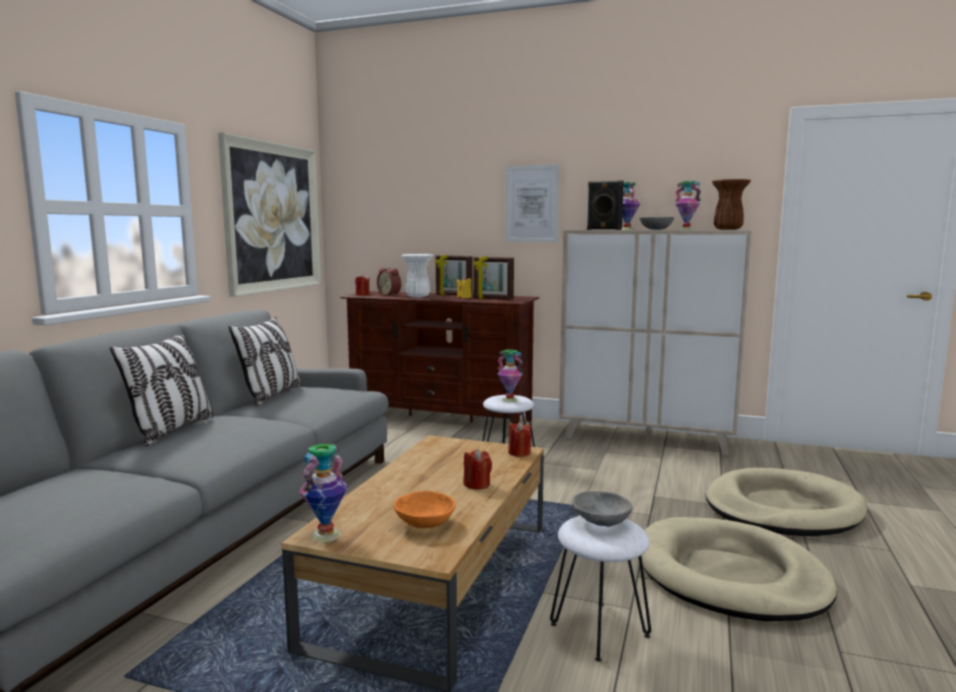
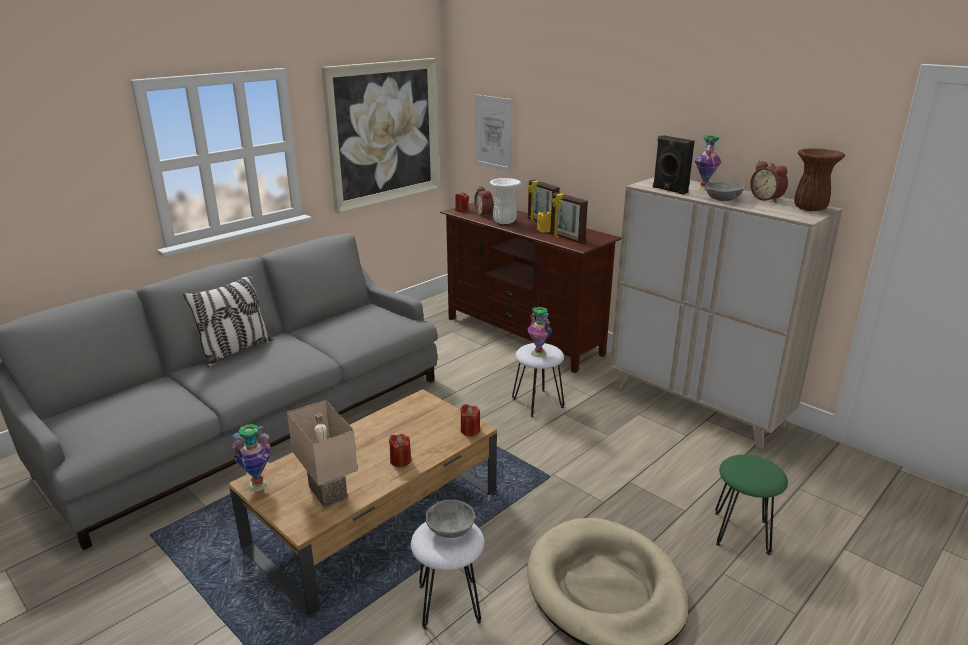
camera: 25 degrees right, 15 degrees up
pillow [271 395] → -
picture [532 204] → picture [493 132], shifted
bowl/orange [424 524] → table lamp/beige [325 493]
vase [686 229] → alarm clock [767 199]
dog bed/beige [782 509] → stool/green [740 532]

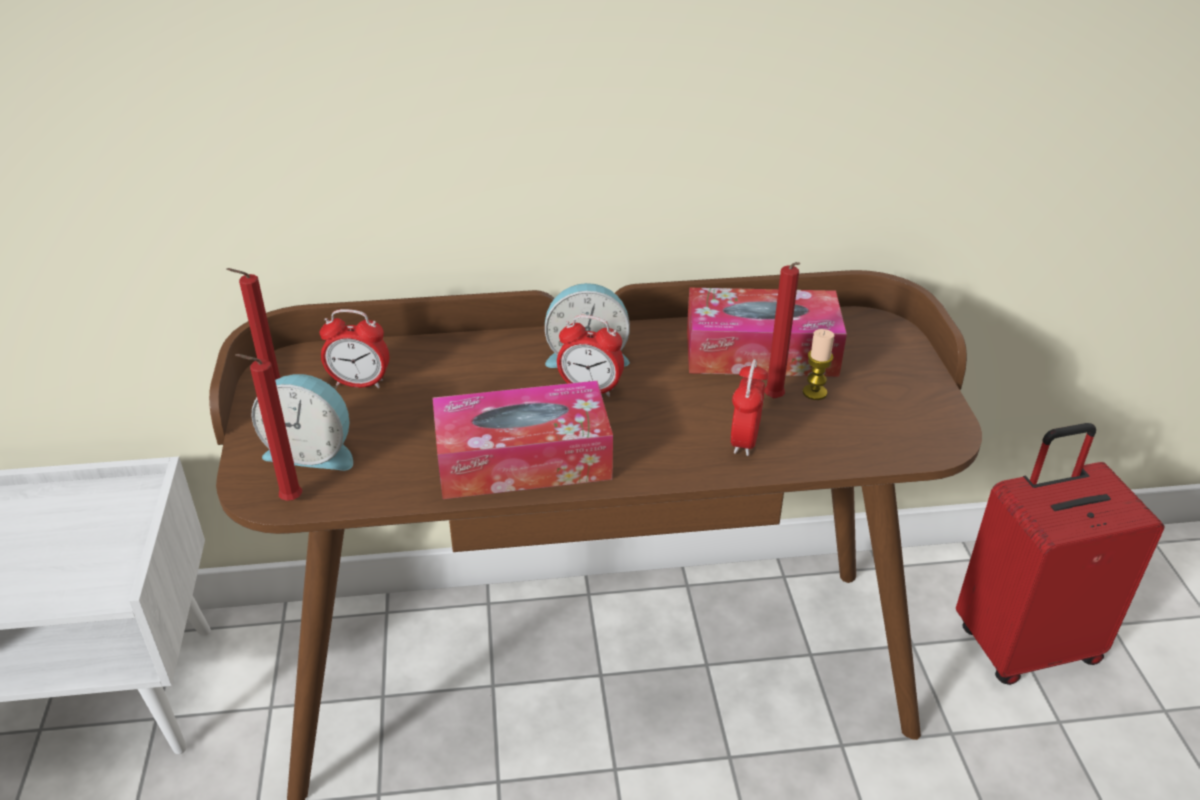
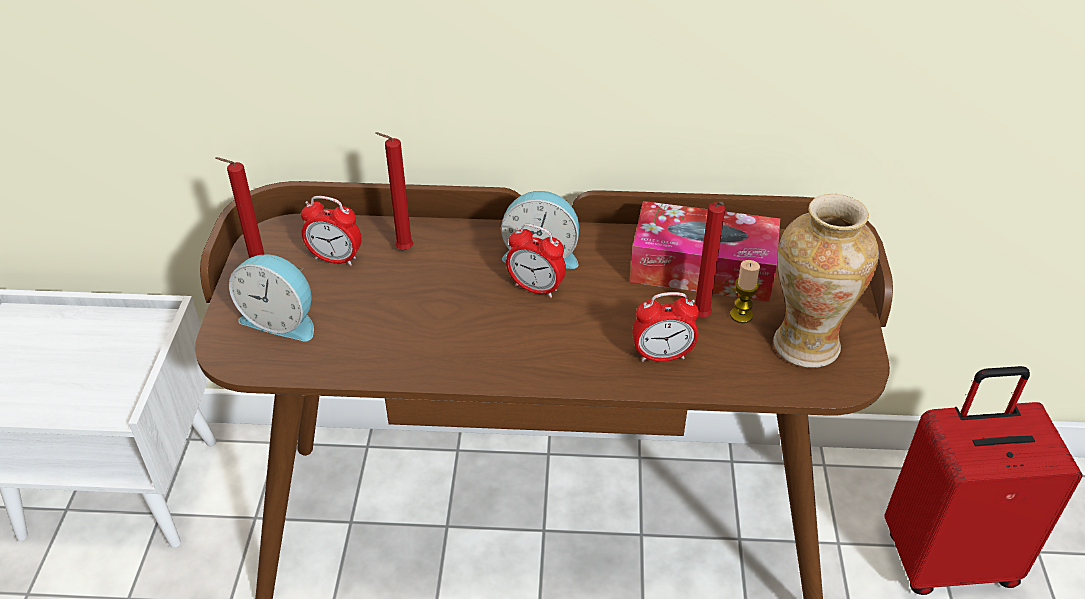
camera: 10 degrees right, 5 degrees up
tissue box [523 460] → -
- → vase [806 343]
candle/red [288 501] → candle/red [402 250], shifted
alarm clock [744 440] → alarm clock [662 356], 120 degrees counterclockwise

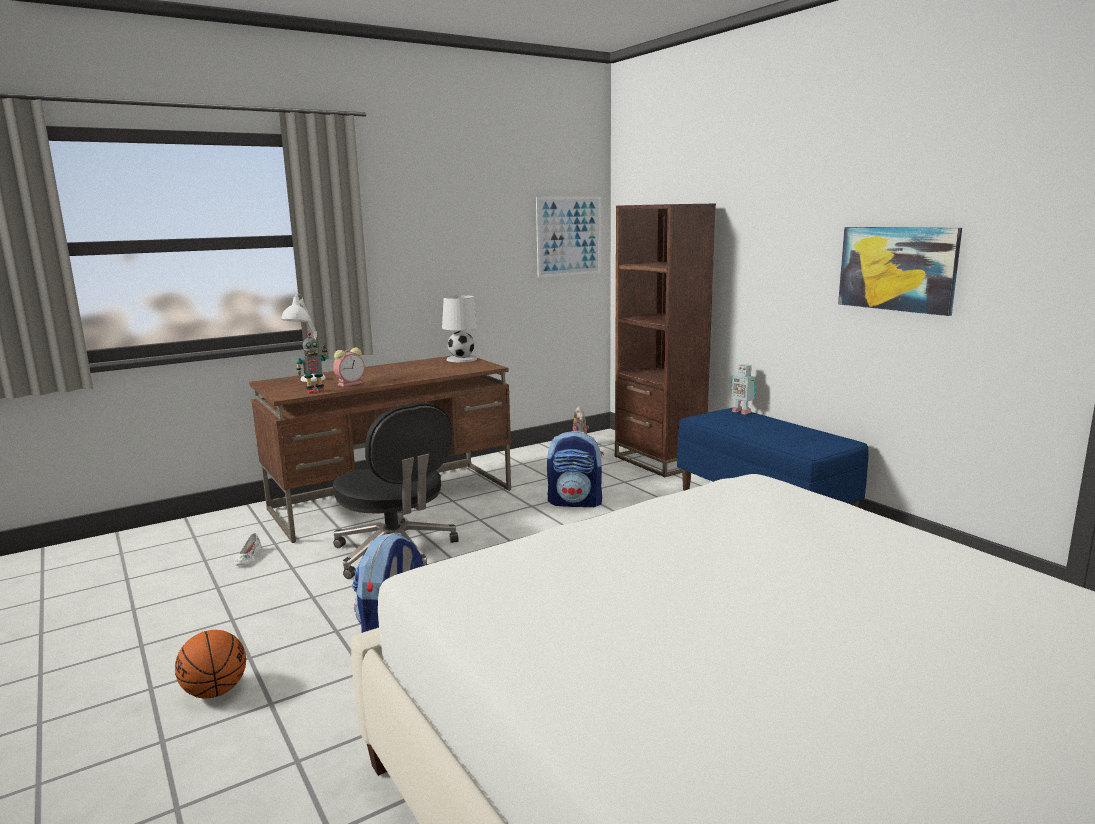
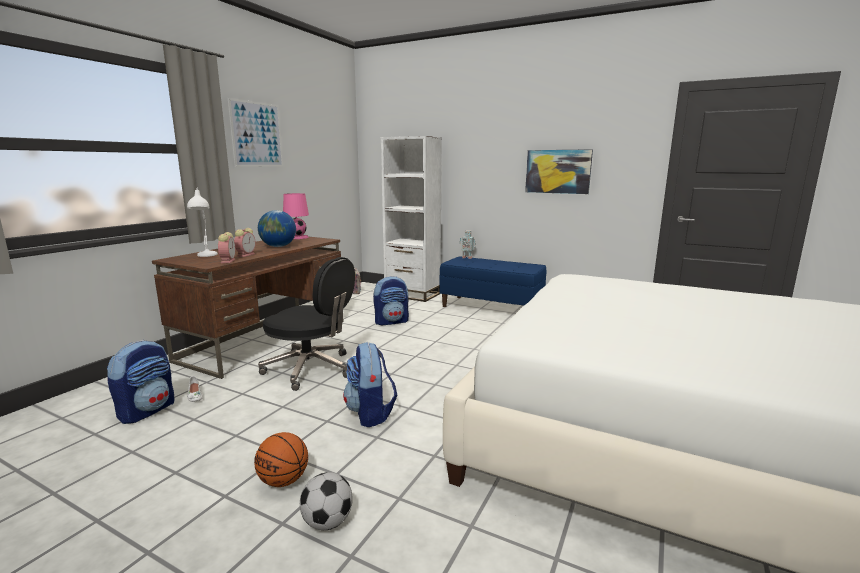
camera: 30 degrees left, 0 degrees up
- → backpack [147 410]
- → globe [278 246]
- → football [328 522]
picture [569 236] → picture [257 134], shifted
toy robot [315 391] → alarm clock [228 261]
table lamp/white [461 359] → table lamp/pink [297 237]
bookcase/brown [659 461] → bookcase/white [412 294]

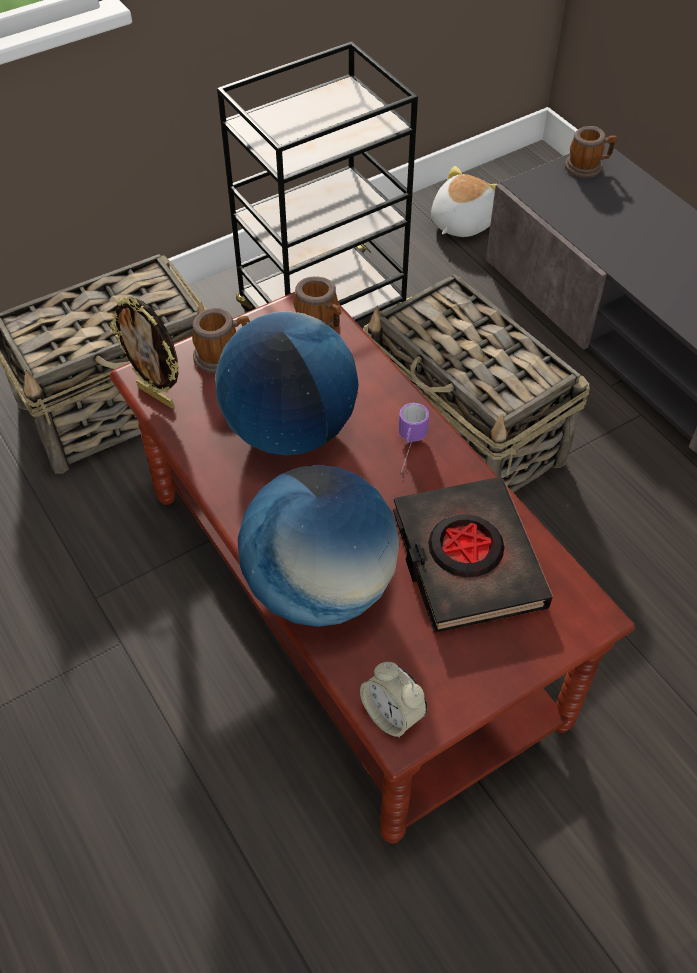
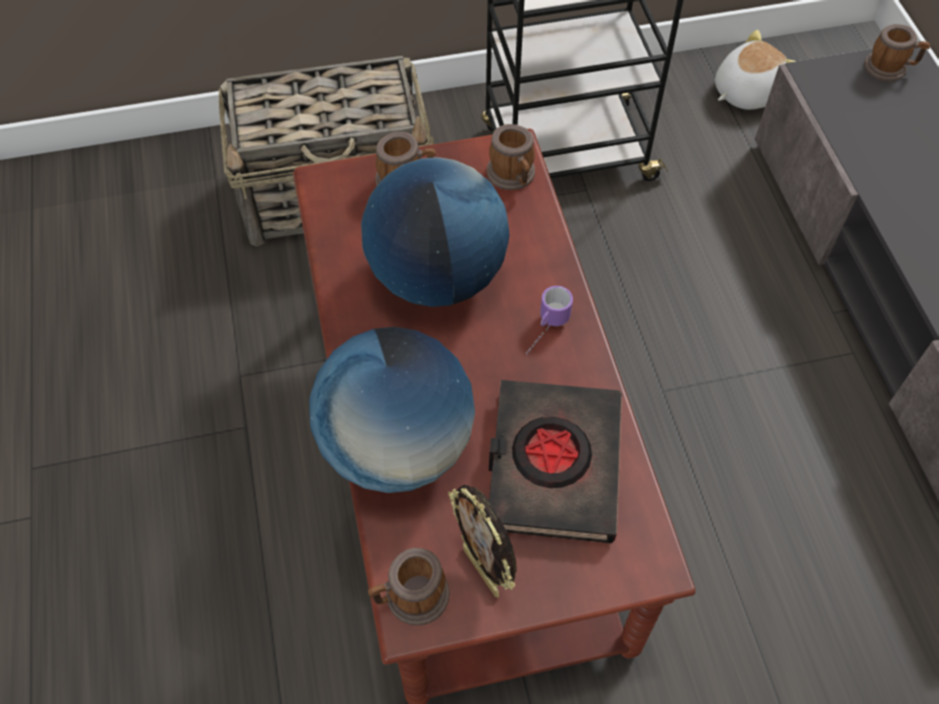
camera: 20 degrees right, 5 degrees up
basket [465 435] → -
picture frame [157 396] → picture frame [483 571], shifted
alarm clock [392 714] → mug [410 598]

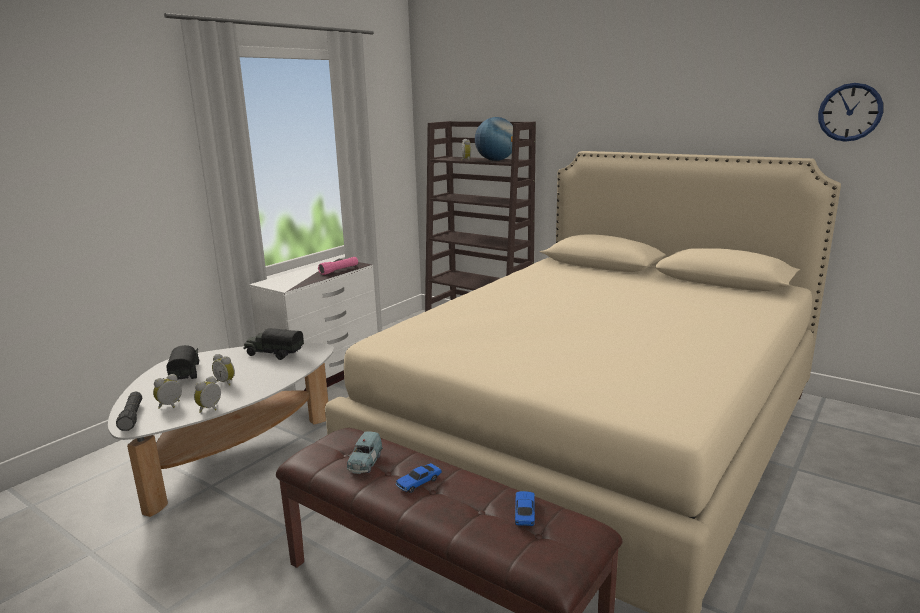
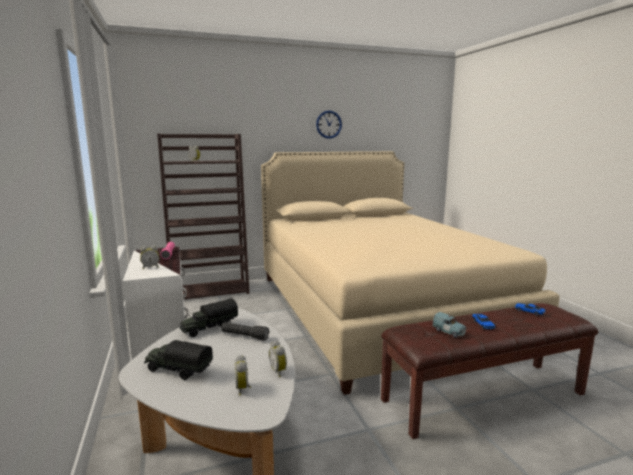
camera: 55 degrees left, 5 degrees down
globe [496 160] → -
flashlight/black [132 417] → flashlight/black [245 336], shifted
alarm clock [226 382] → alarm clock [150 267], shifted
wall clock [850 112] → wall clock [328 124], shifted

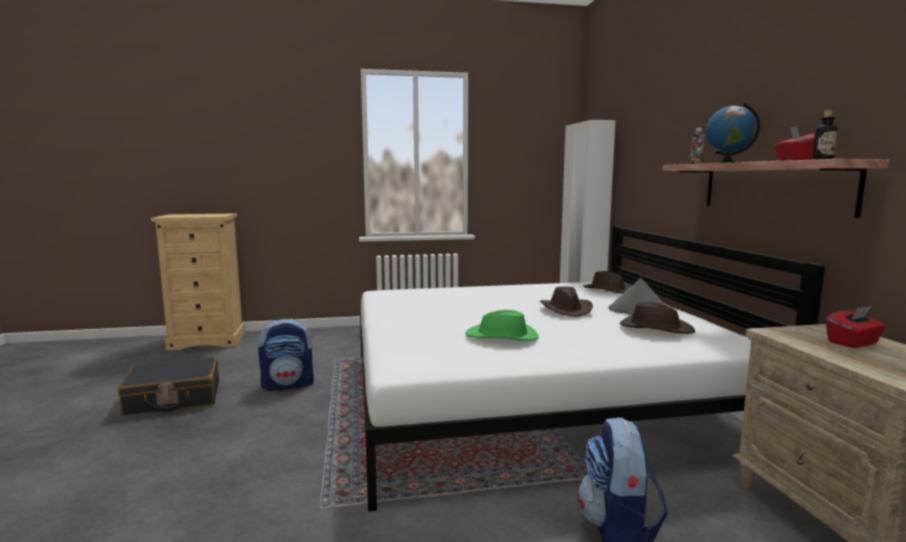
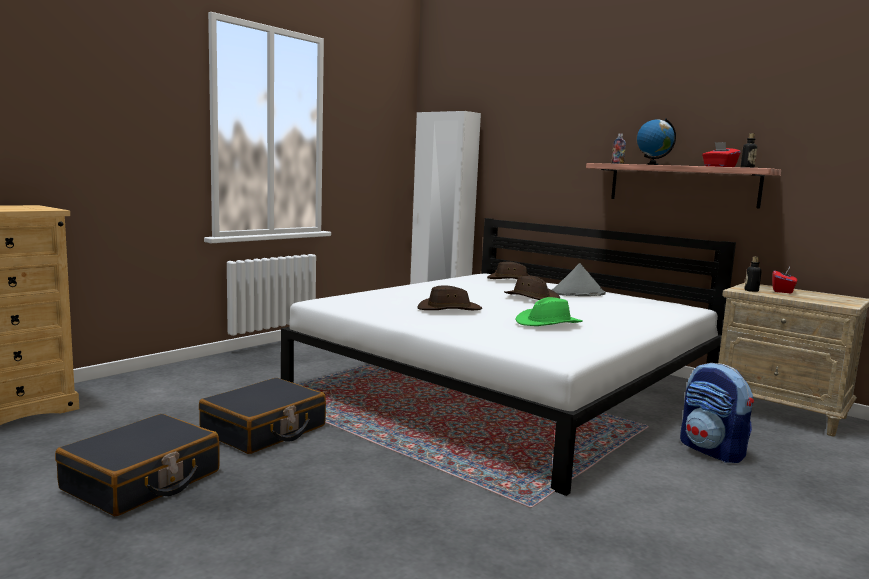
camera: 40 degrees left, 0 degrees up
- → bottle [751 290]
hat/brown [655 328] → hat/brown [449 309], shifted
backpack [288 385] → suitcase/black [264 430]

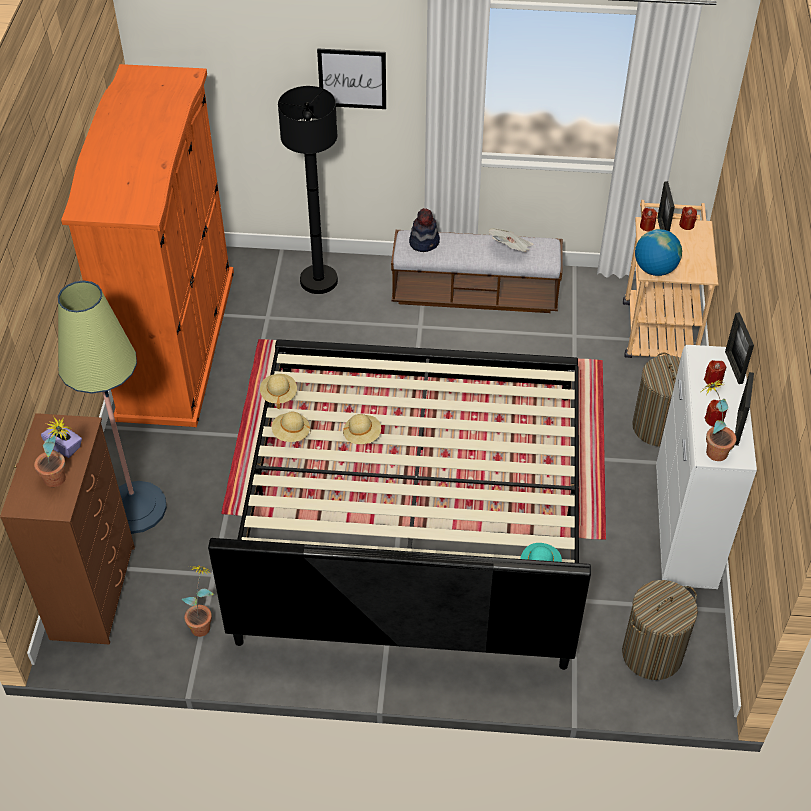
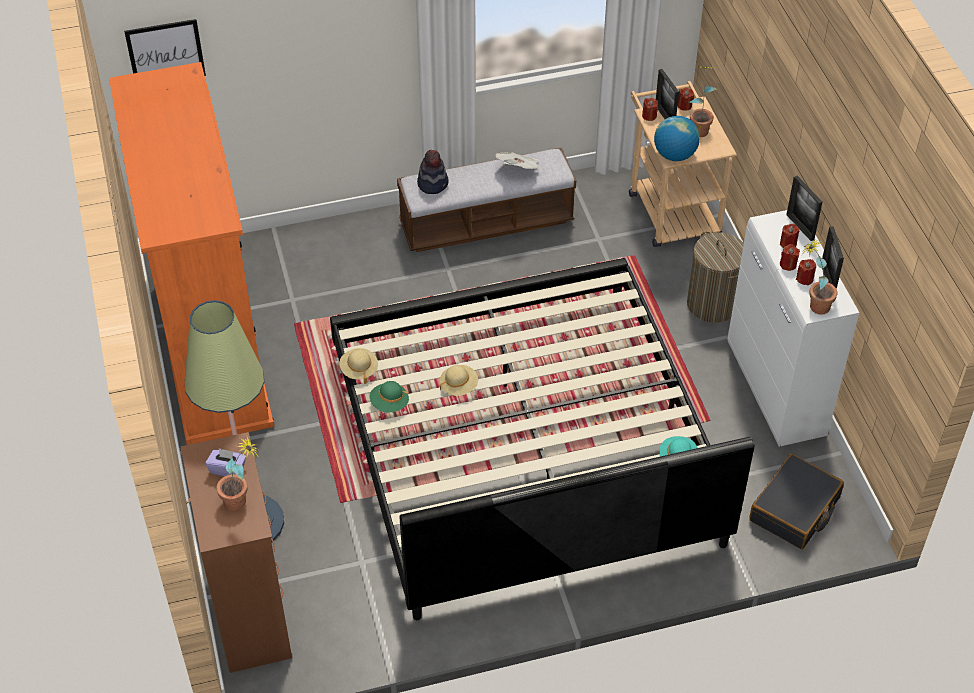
camera: 20 degrees left, 0 degrees up
floor lamp/black [318 280] → -
- → candle/red [788 264]
potted plant [203 623] → potted plant [699 127], shifted
picture [352 78] → picture [165 53], shifted
laundry basket [652 653] → suitcase/black [795 510]
hat/beige [291 433] → hat/green [389 403]

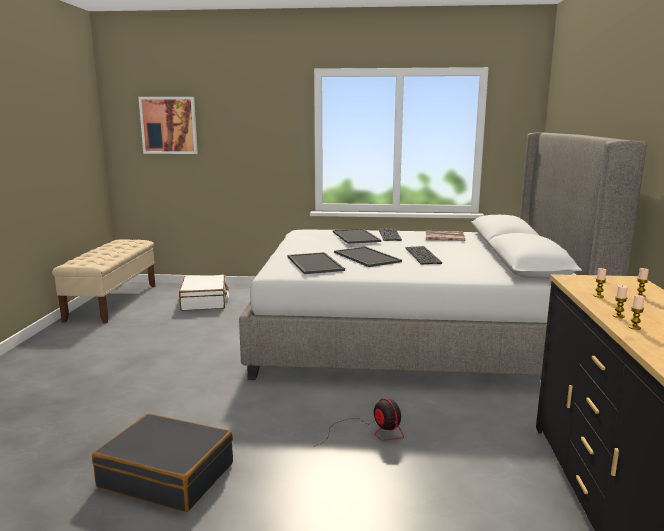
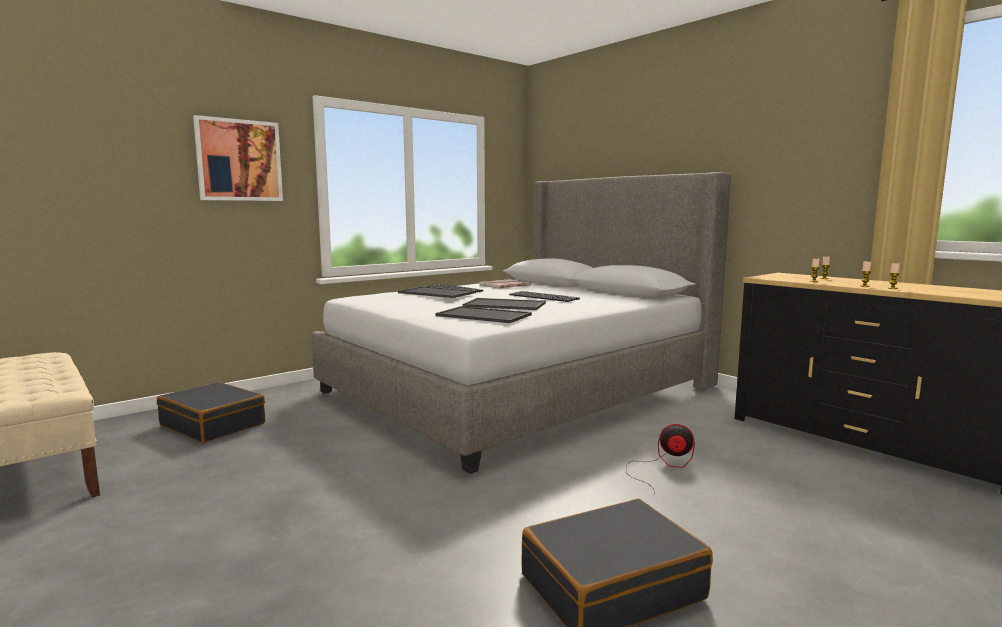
camera: 45 degrees left, 5 degrees down
picture [169 125] → picture [239 160], shifted
suitcase/white [205 301] → suitcase/black [213 424]

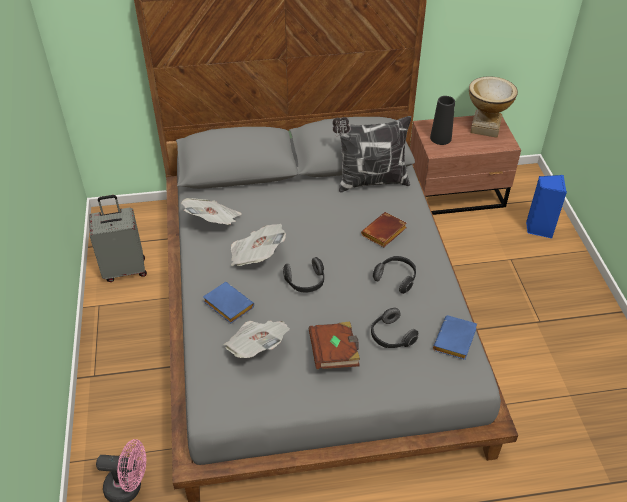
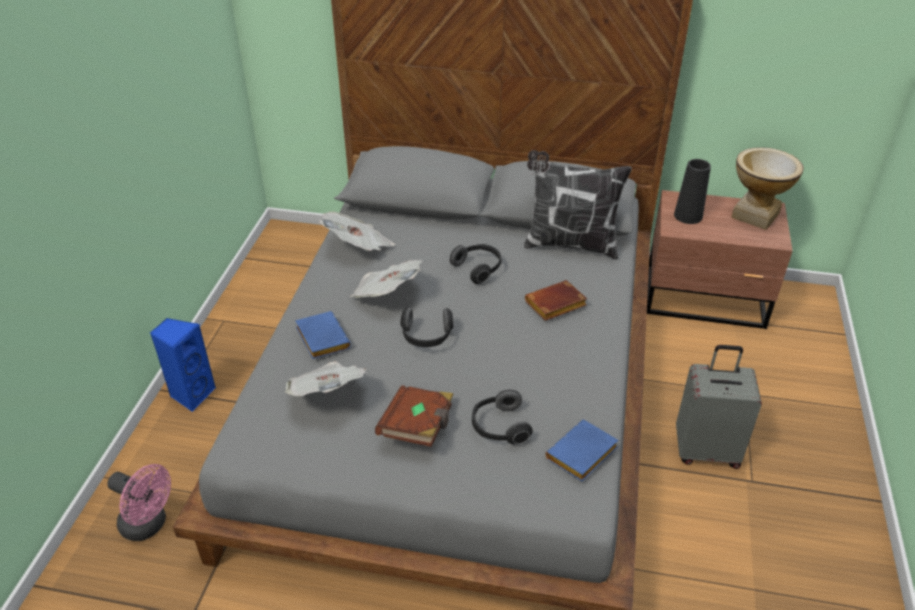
camera: 20 degrees right, 5 degrees down
suitcase/grey [125 269] → suitcase/grey [706 450], shifted
headphones [396 278] → headphones [478 269], shifted
speaker/blue [539 228] → speaker/blue [192 394], shifted

